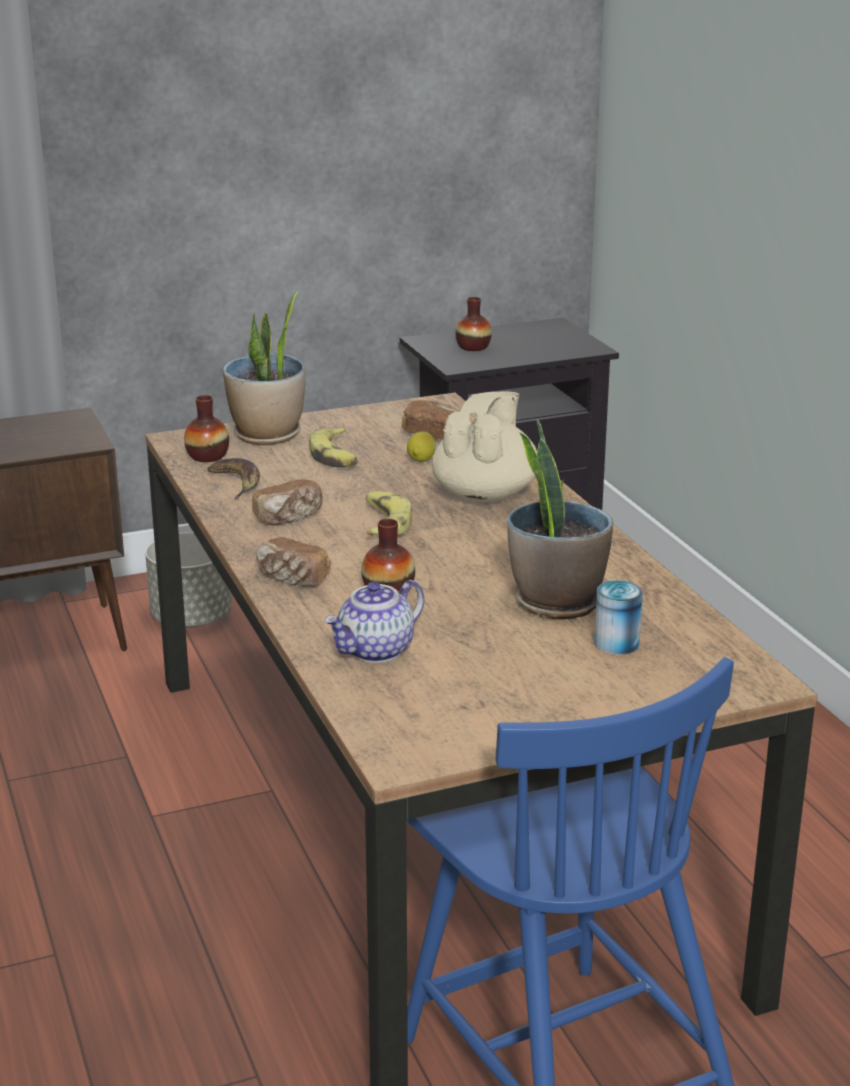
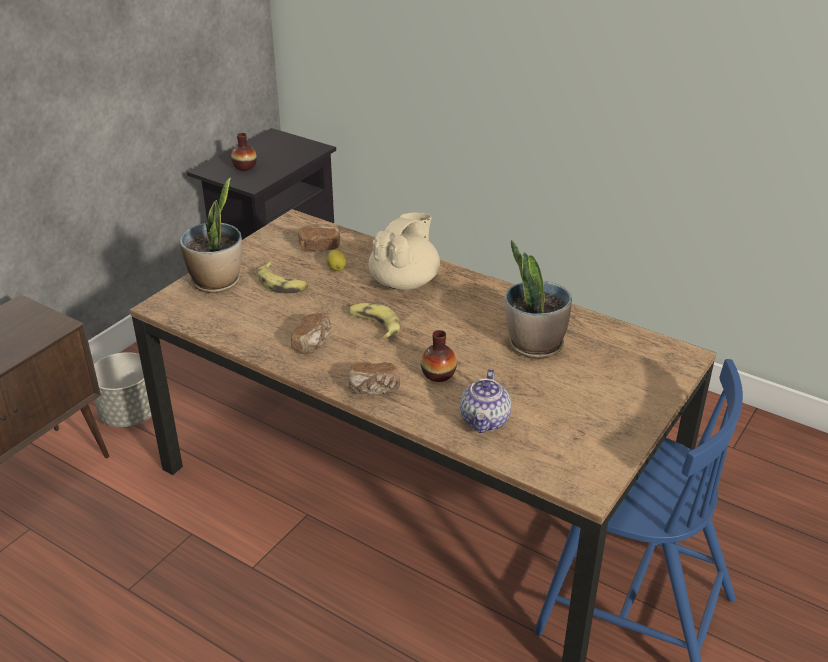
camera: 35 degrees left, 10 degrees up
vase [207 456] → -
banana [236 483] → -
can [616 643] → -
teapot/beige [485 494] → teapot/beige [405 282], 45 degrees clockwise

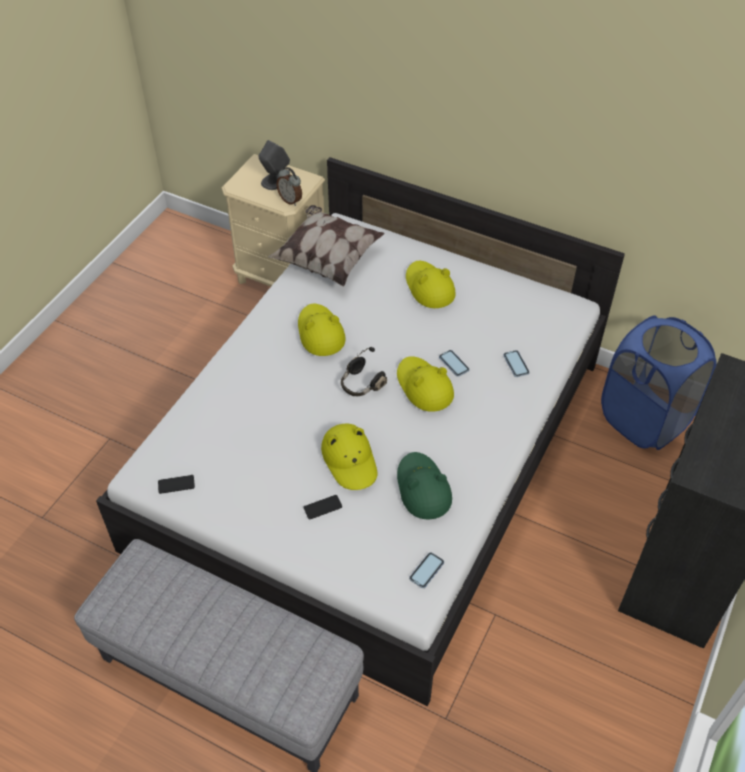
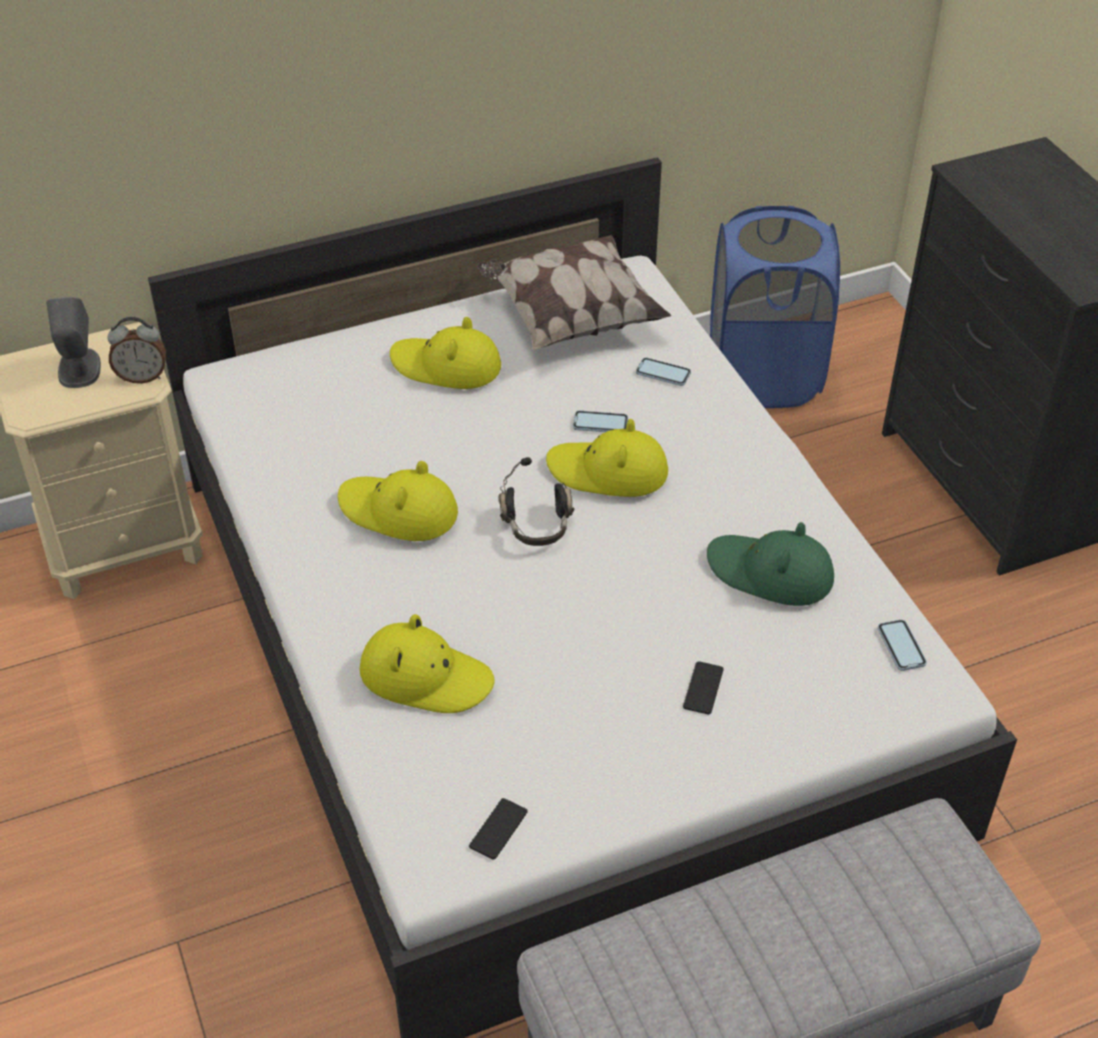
camera: 50 degrees left, 5 degrees down
pillow [327 259] → pillow [571 317], shifted
hat/yellow [350 460] → hat/yellow [425 676], shifted

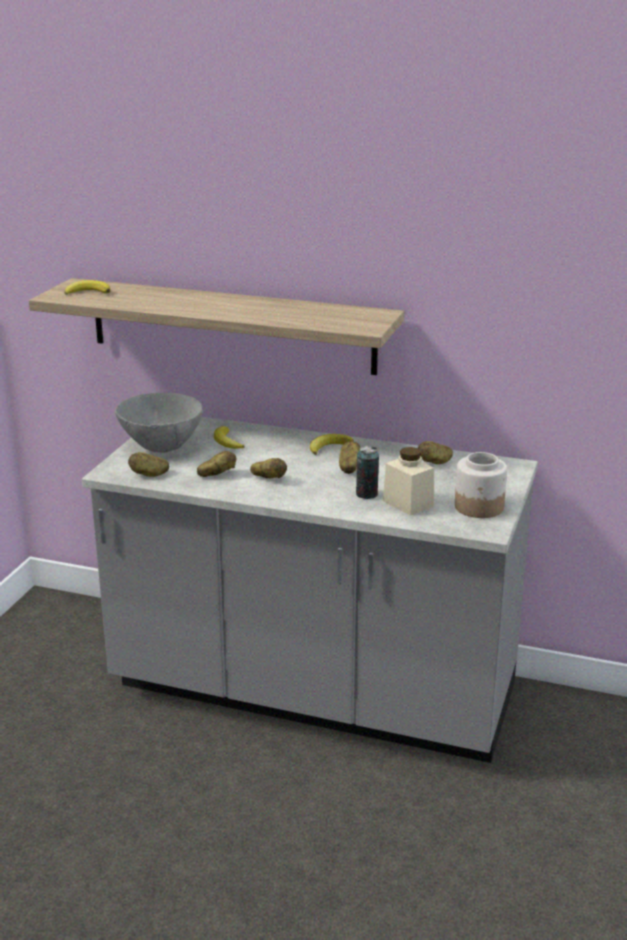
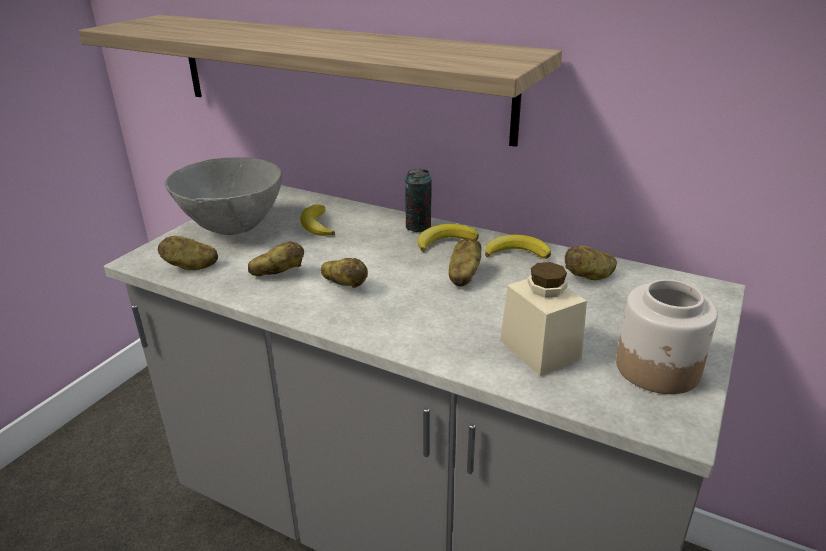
camera: 10 degrees right, 5 degrees up
banana [88 292] → banana [516 252], shifted
can [367 494] → can [418 227], shifted

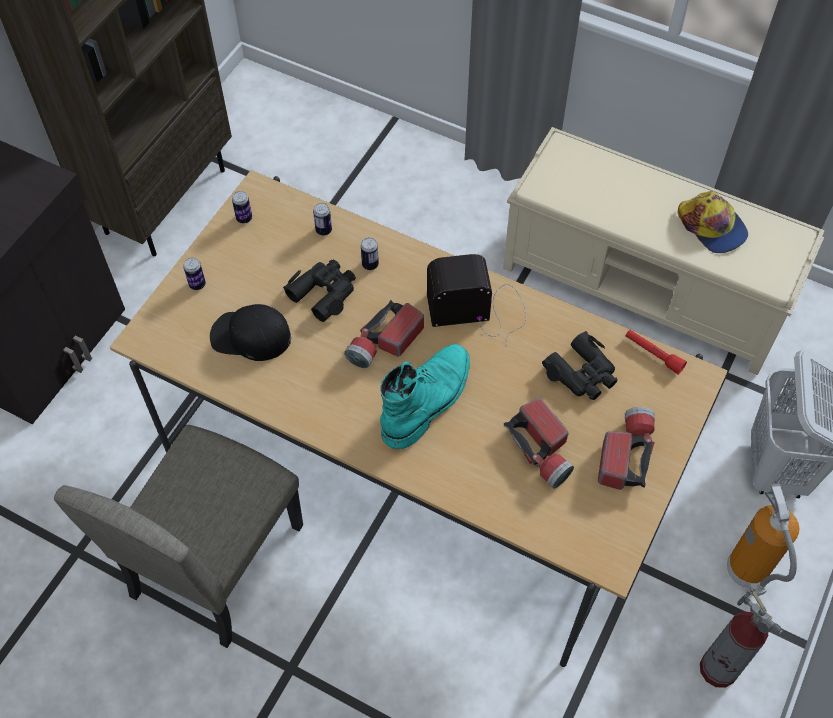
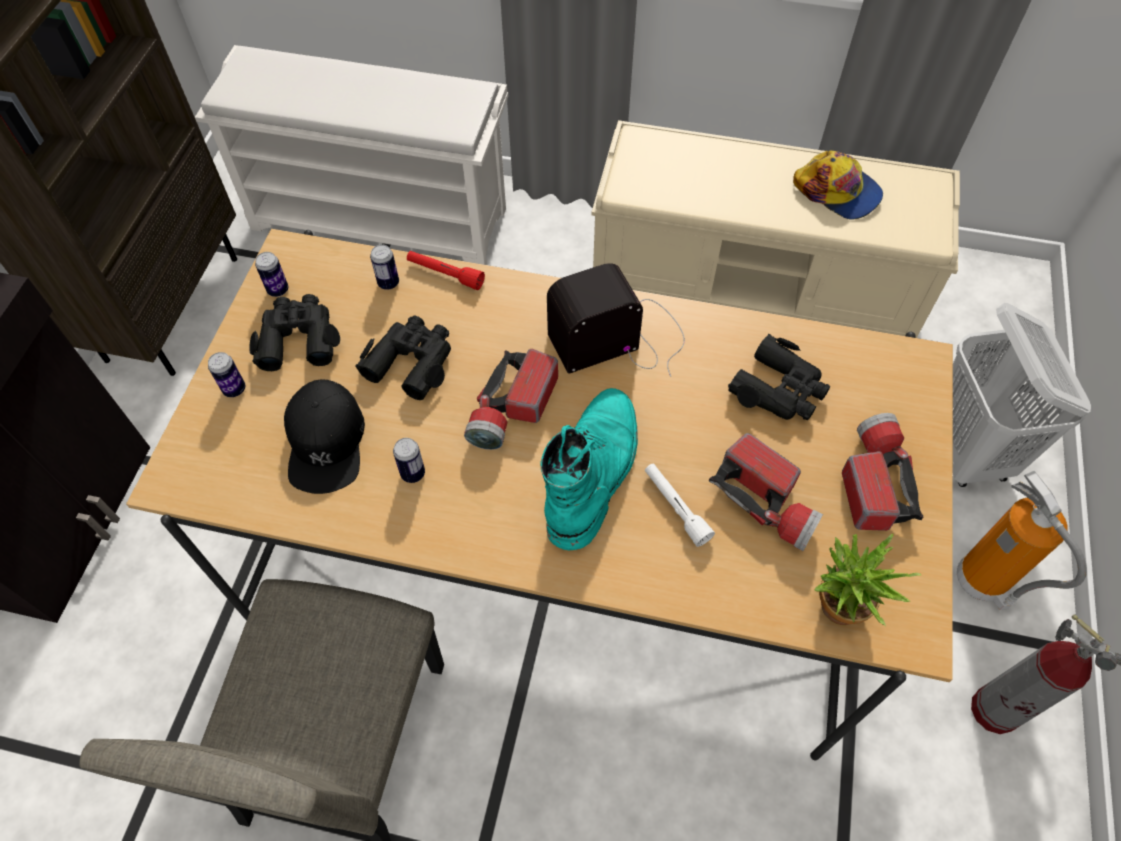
camera: 15 degrees left, 0 degrees up
- → shoe rack/white [382 218]
- → binoculars/black [298 338]
- → flashlight/white [675 507]
- → potted plant [835 612]
can [370 265] → can [413 473], shifted
flashlight/red [653 354] → flashlight/red [445 274], shifted
cap/black [250 336] → cap/black [326 442], 90 degrees counterclockwise

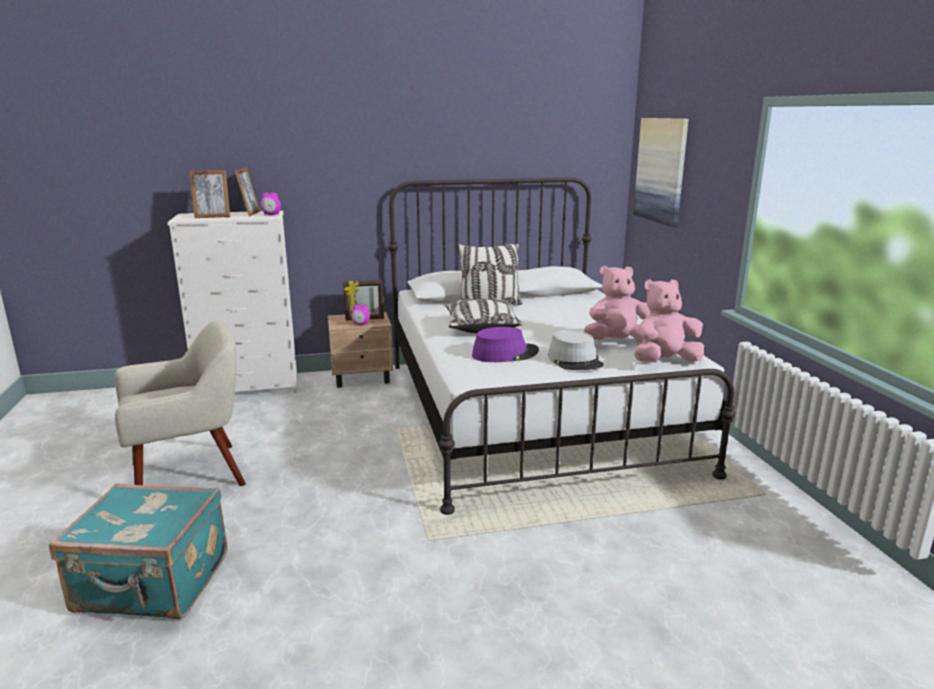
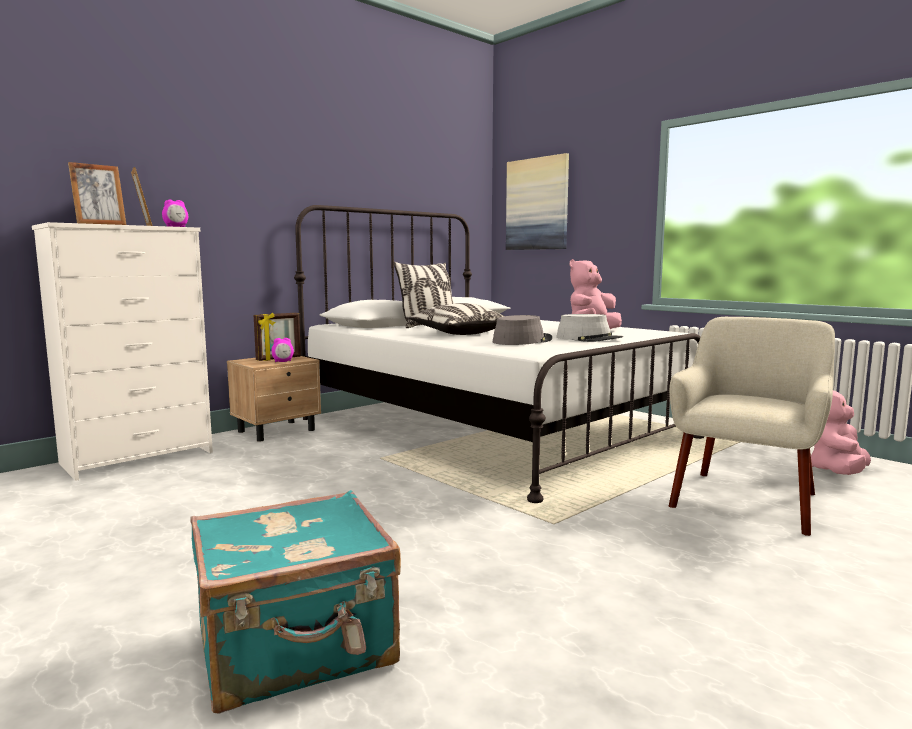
camera: 30 degrees left, 10 degrees down
armchair/beige [190 474] → armchair/beige [747 499], shifted
plush toy/pink [664 362] → plush toy/pink [838 472], shifted
hat/purple [505 354] → hat/grey [522 341]

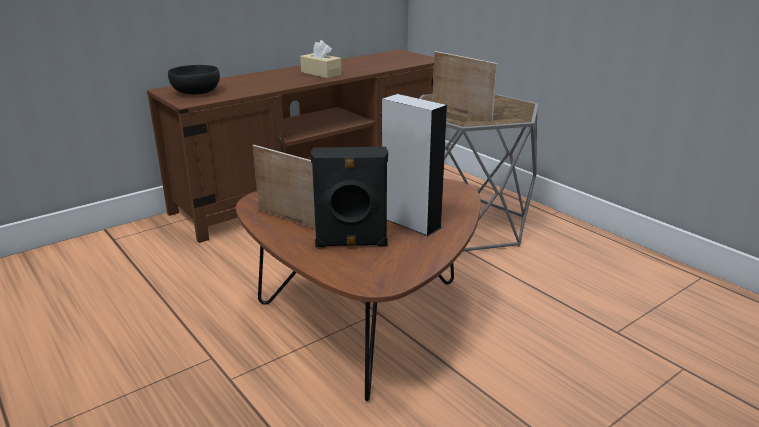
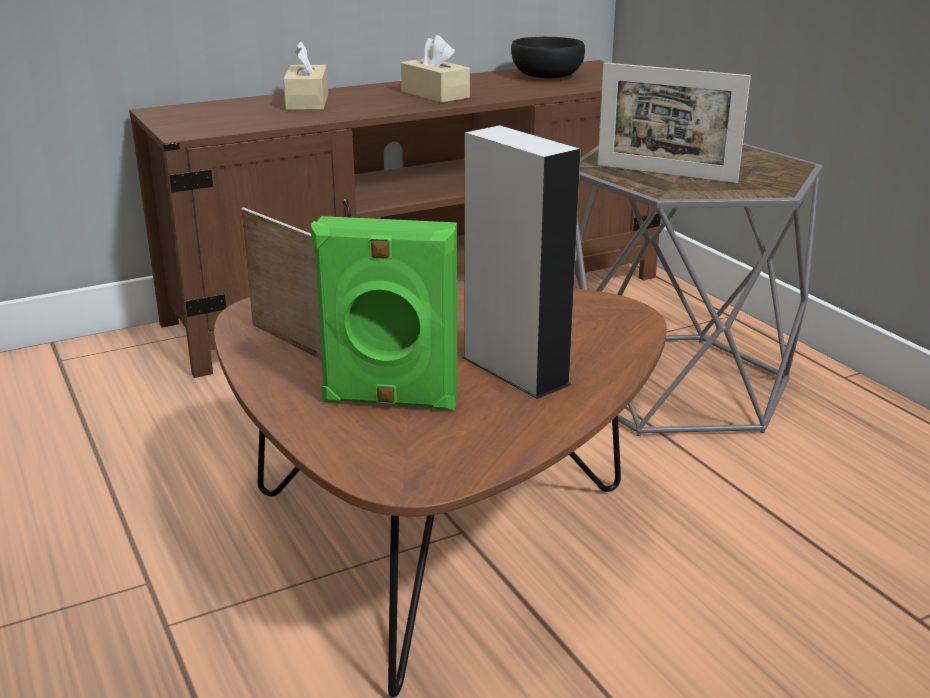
camera: 10 degrees right, 0 degrees up
- → tissue box/beige [307 102]
bowl/black [196 92] → bowl/black [547 77], shifted
speaker/black [351 244] → speaker/green [389 401]
picture frame [461 112] → picture frame [665 174], 150 degrees clockwise

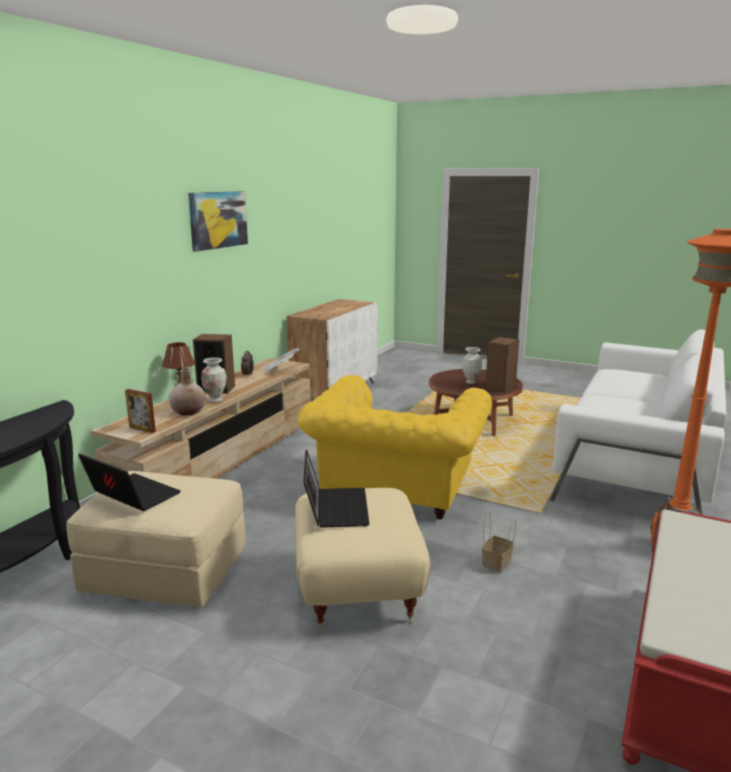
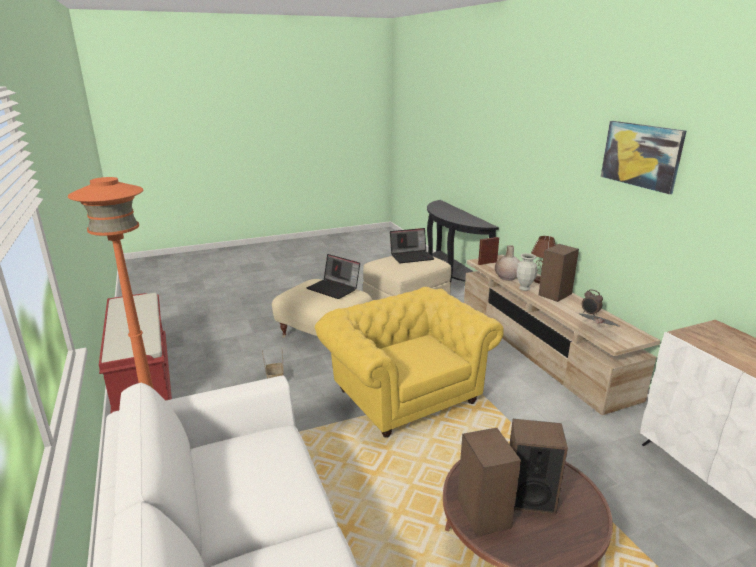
camera: 130 degrees right, 5 degrees up
vase [470 382] → speaker [529 497]

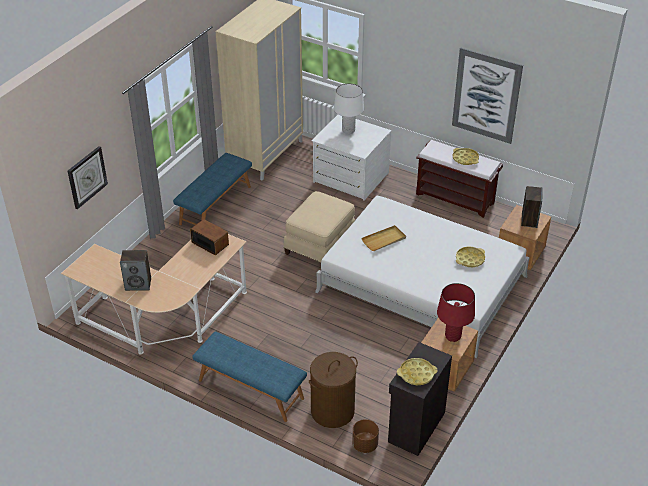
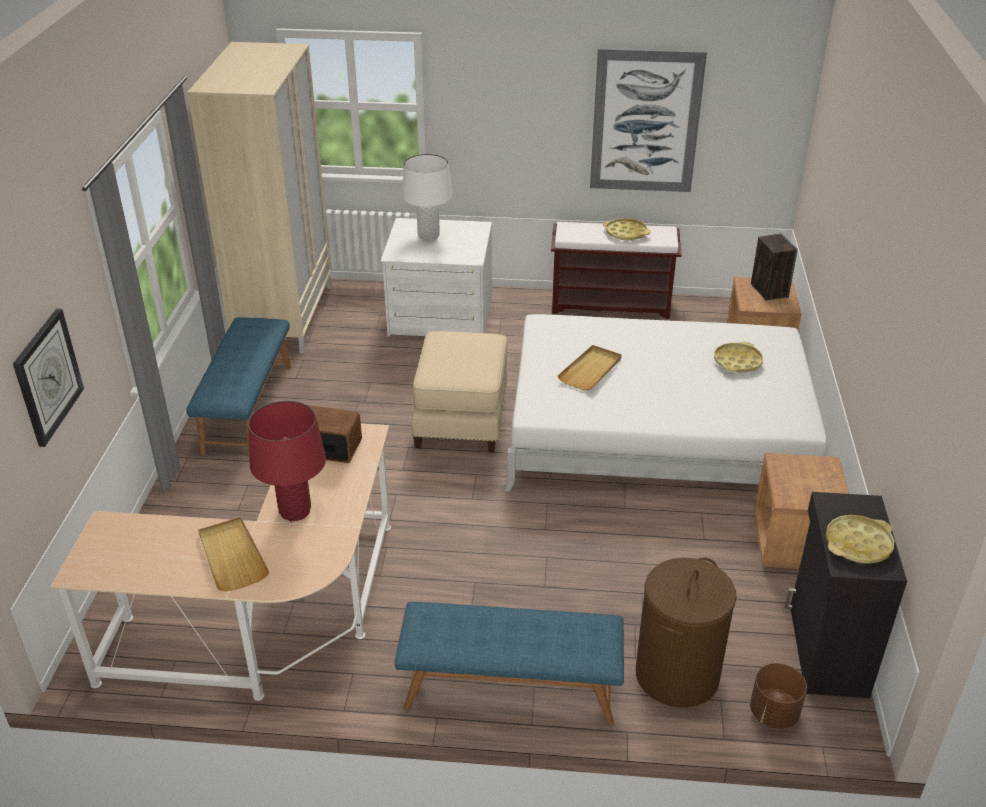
camera: 25 degrees left, 5 degrees down
table lamp/red [453 336] → table lamp/red [295 511], shifted
speaker [138 284] → tray/beige [232 556]

